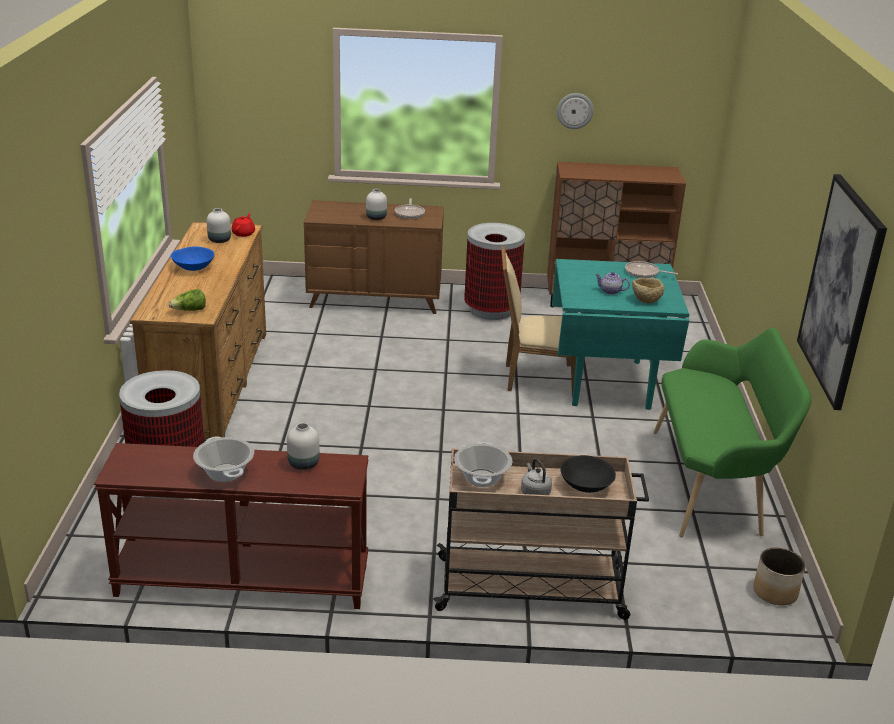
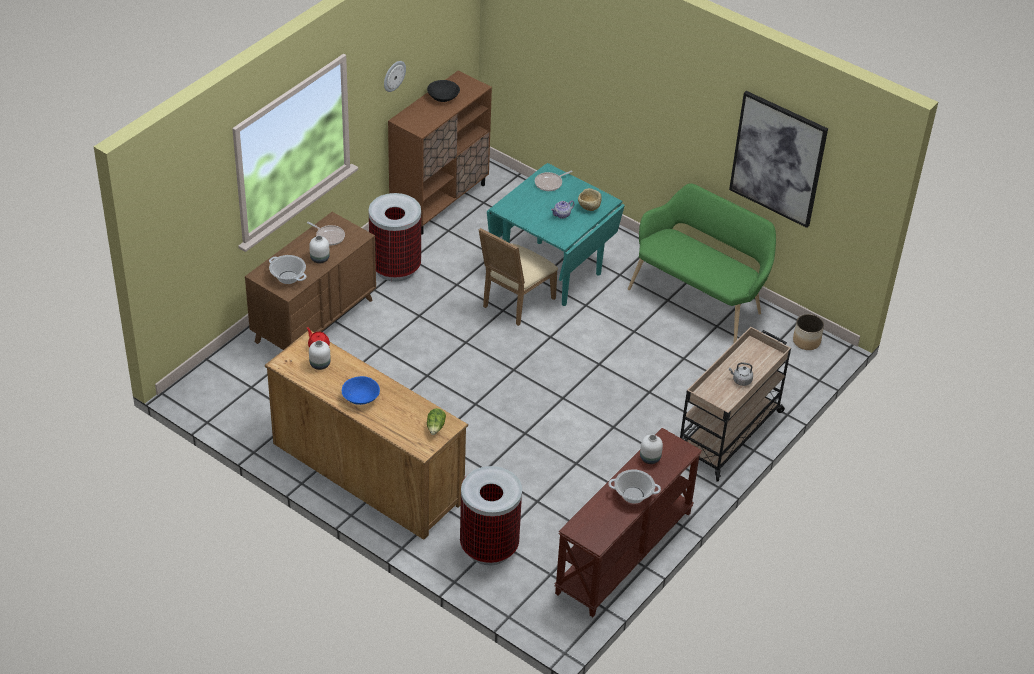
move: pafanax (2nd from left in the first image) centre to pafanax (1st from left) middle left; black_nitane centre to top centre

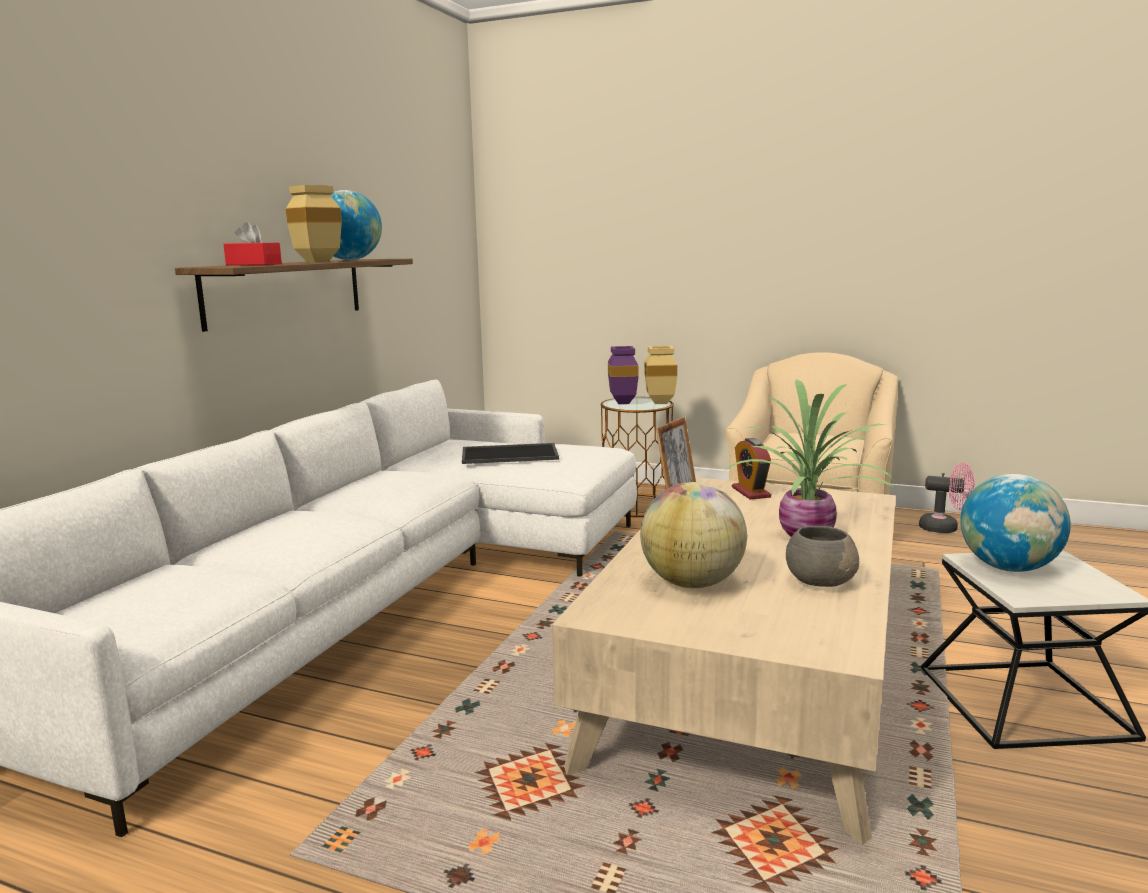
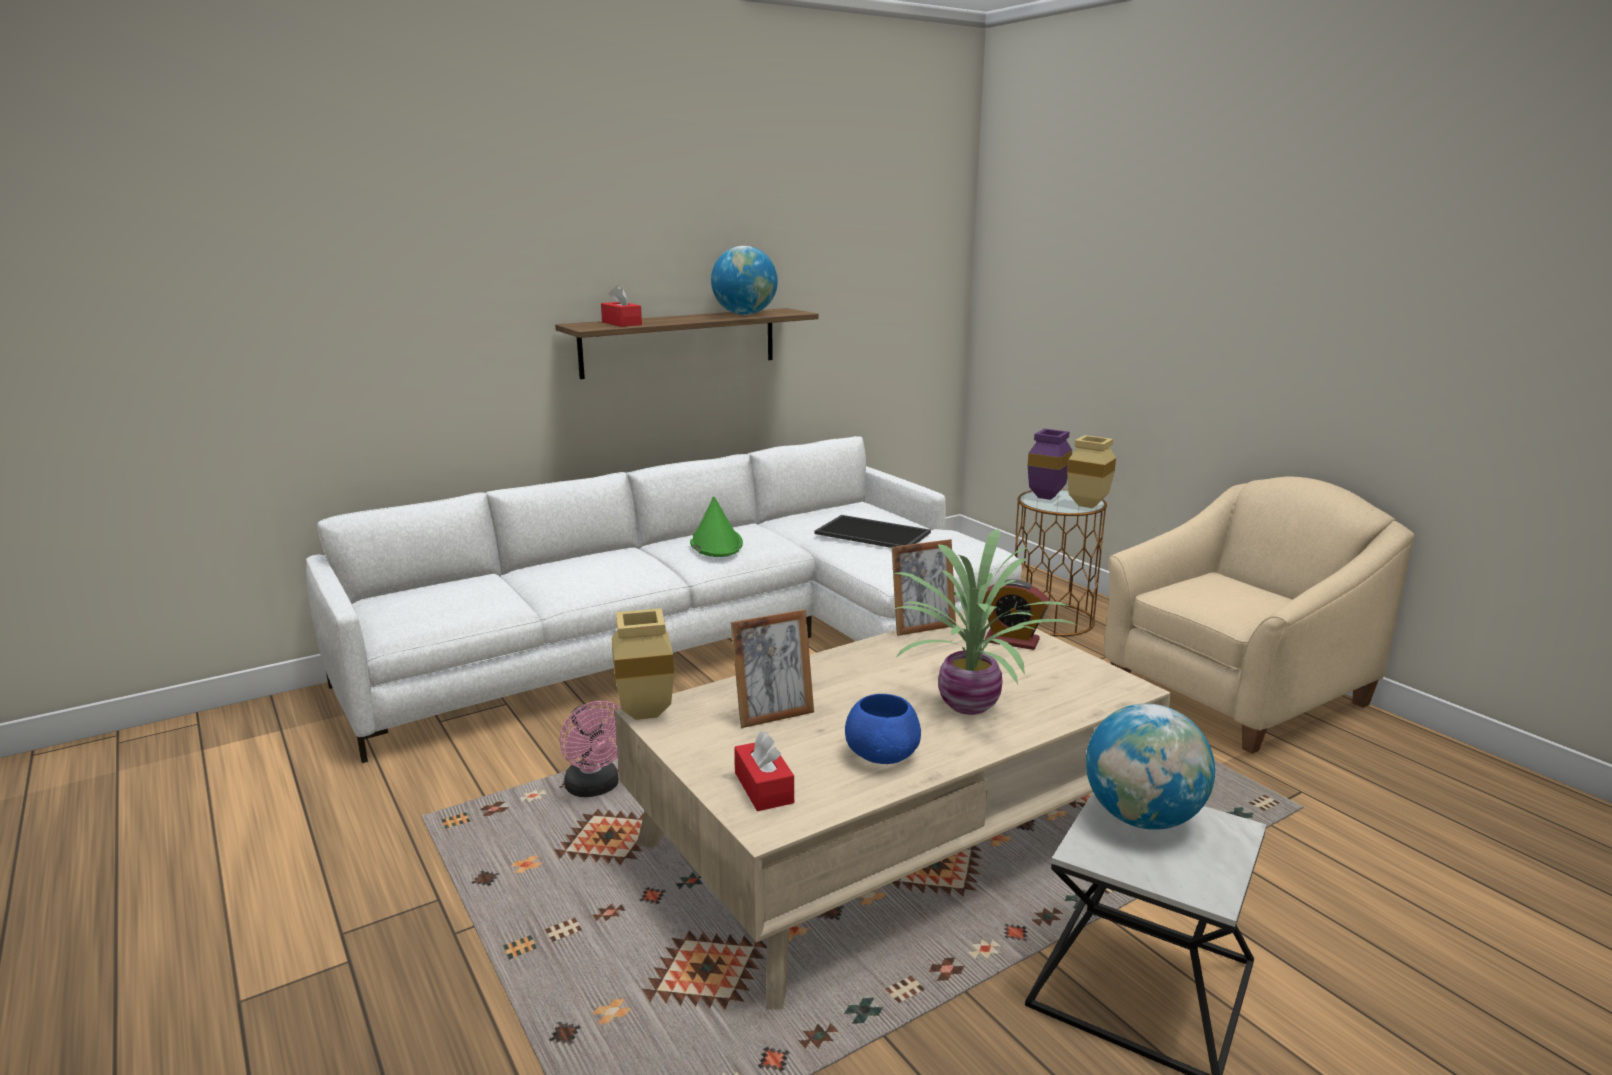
insert: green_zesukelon centre; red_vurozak (2nd from left) bottom centre
move: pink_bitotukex middle right to bottom centre; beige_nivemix (1st from left) top left to centre
replace: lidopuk (2nd from left) centre to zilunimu (1st from left) centre
recolor: grey_nitane middle right to blue_nitane bottom centre
rotate: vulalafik centre = centre 90 degrees counterclockwise

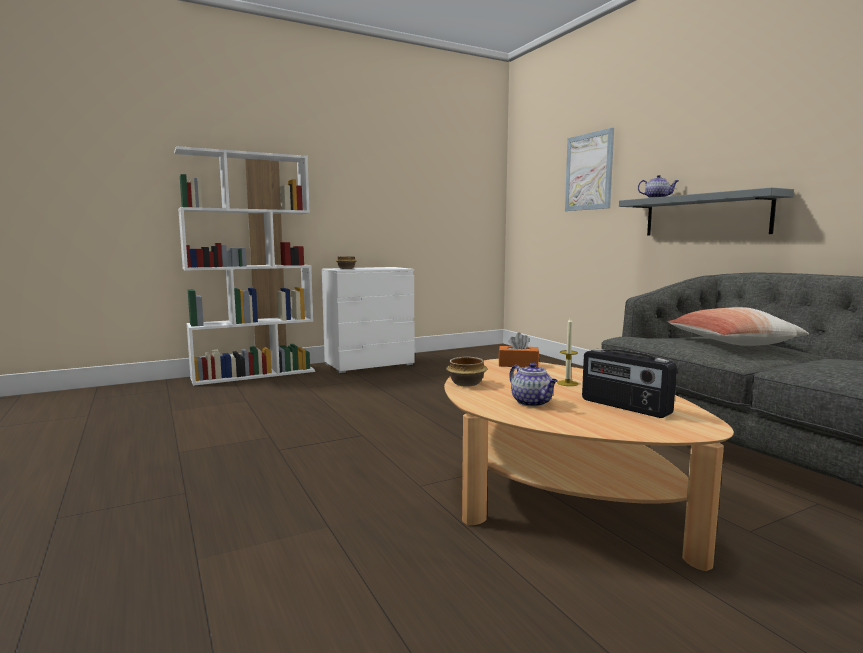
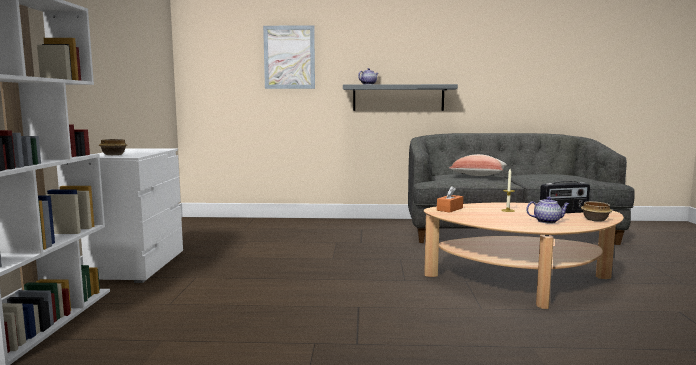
move: nitane (2nd from left) centre to middle right

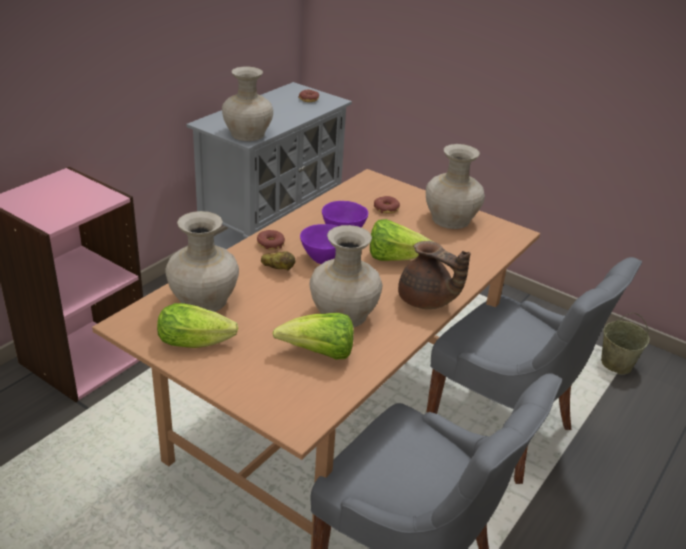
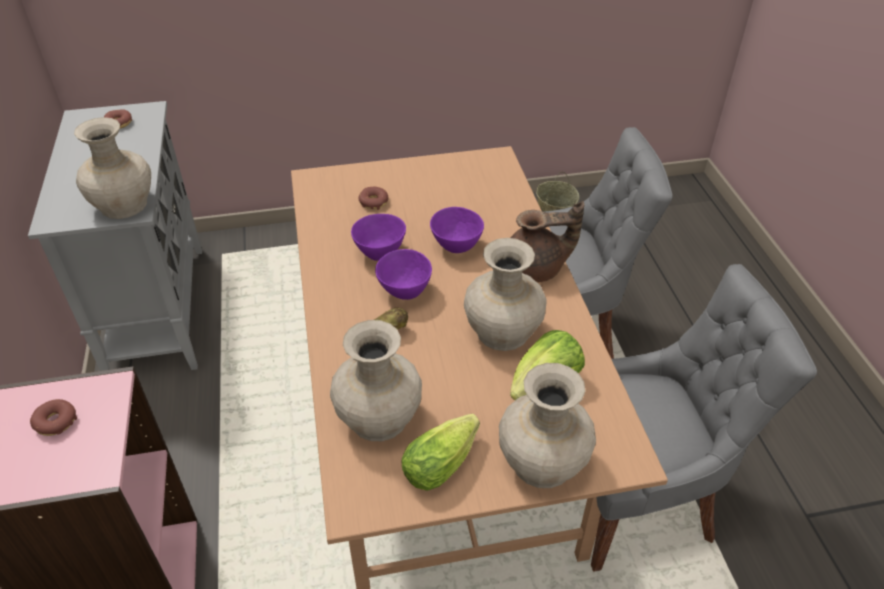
move: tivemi (1st from left) centre to bottom left; beige_nivemix (4th from left) centre to bottom centre
replace: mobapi (3rd from left) centre to purple_nitane (3rd from left) centre

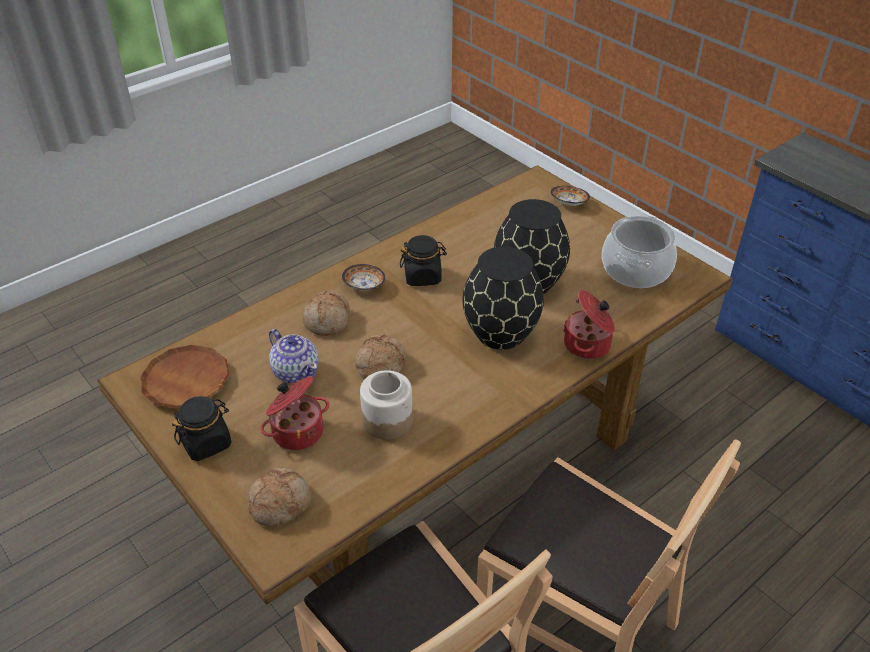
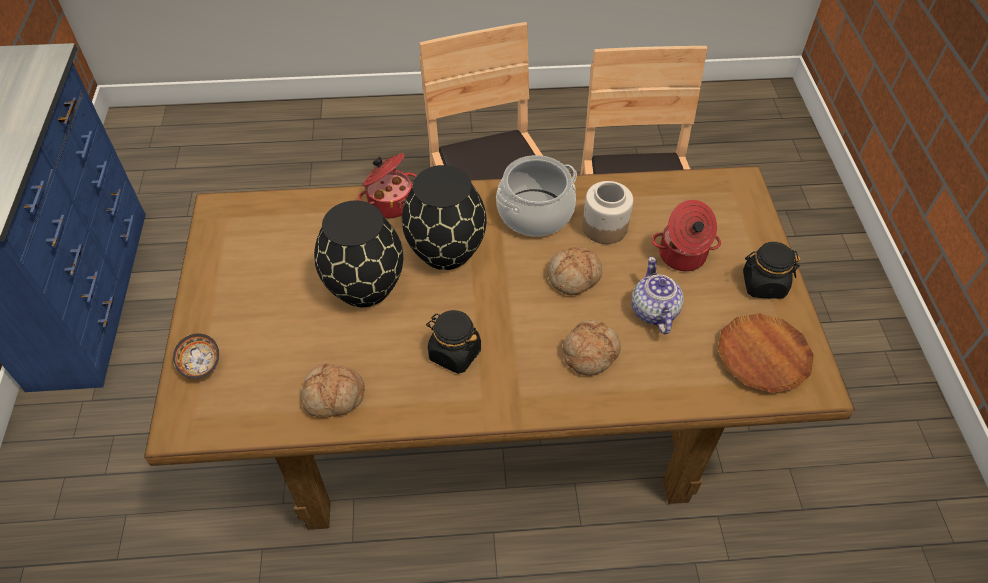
delete: nitane (1st from left) centre
move: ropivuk (1st from left) bottom left to bottom centre; pafanax (3rd from left in the first image) middle right to pafanax (2nd from left) centre

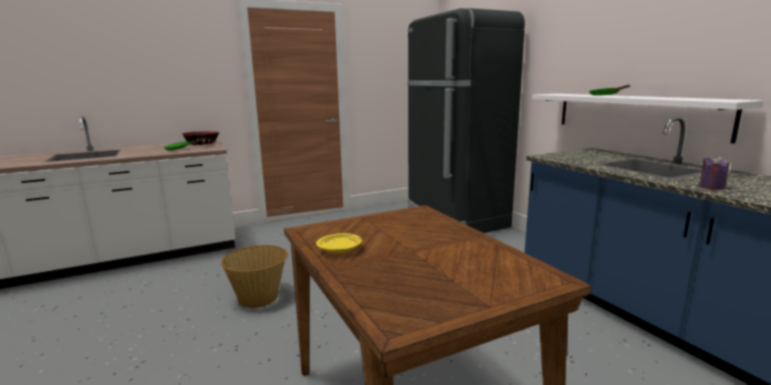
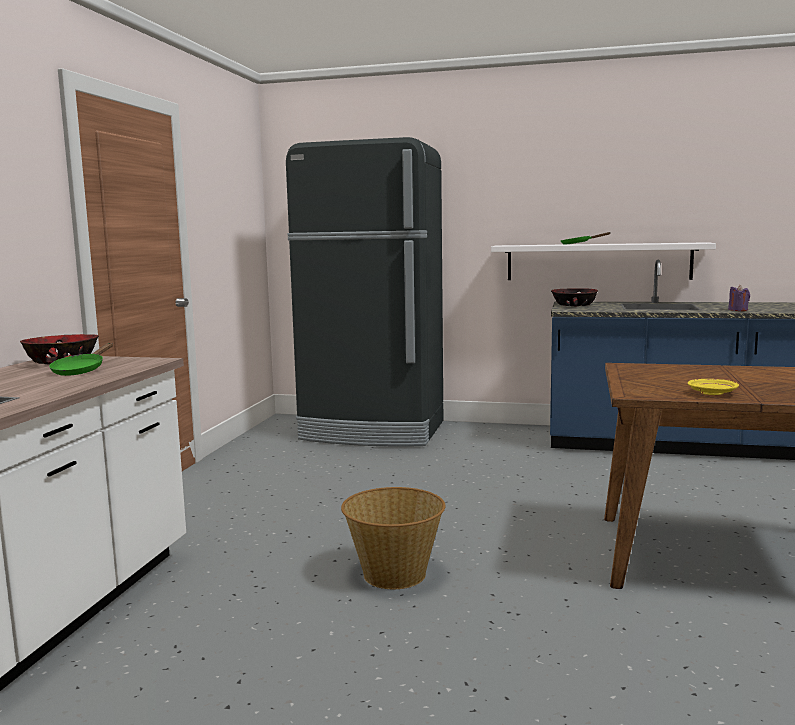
insert: nitane (2nd from left) middle right

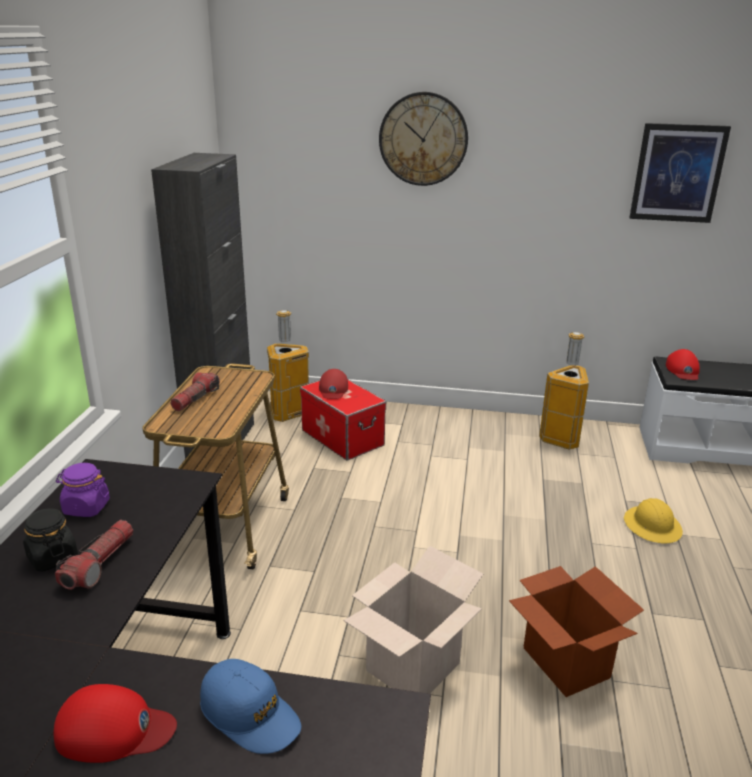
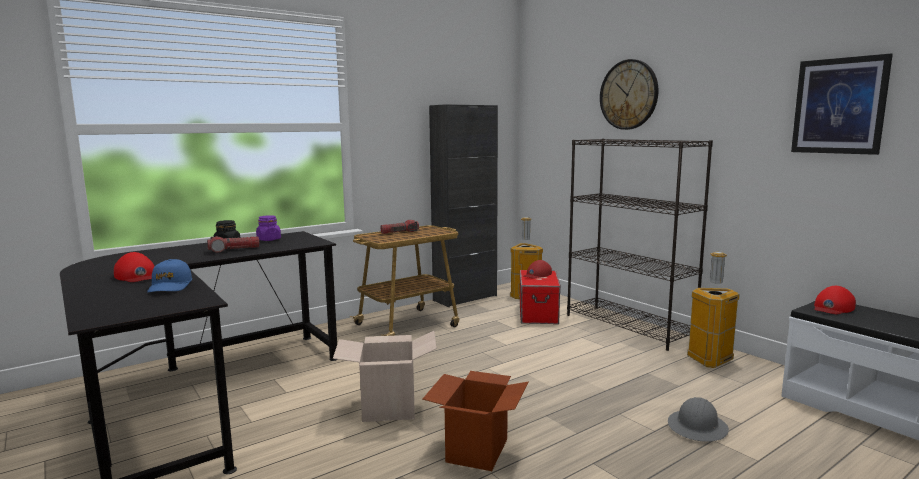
insert: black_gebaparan middle right
recolor: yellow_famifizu bottom right to grey_famifizu bottom right

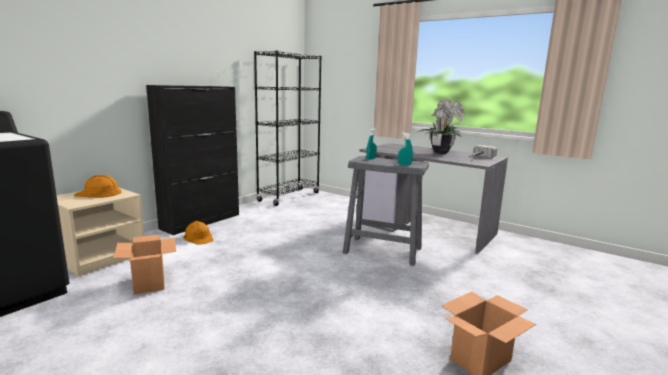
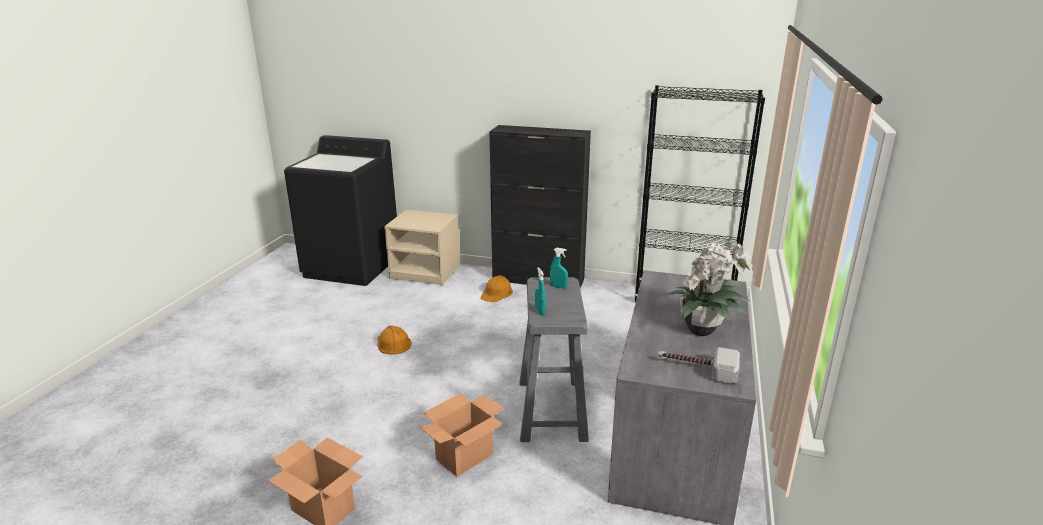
move: orange_famifizu (1st from left) middle left to centre; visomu (1st from left in the first image) bottom left to visomu (2nd from left) bottom centre

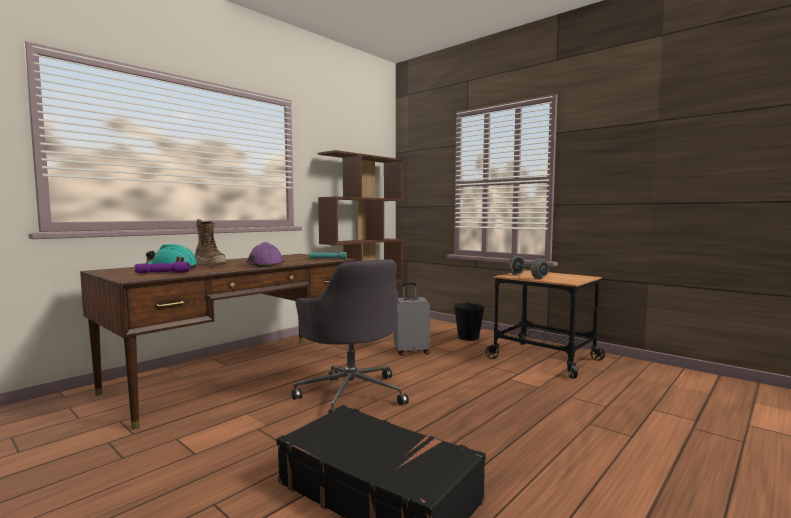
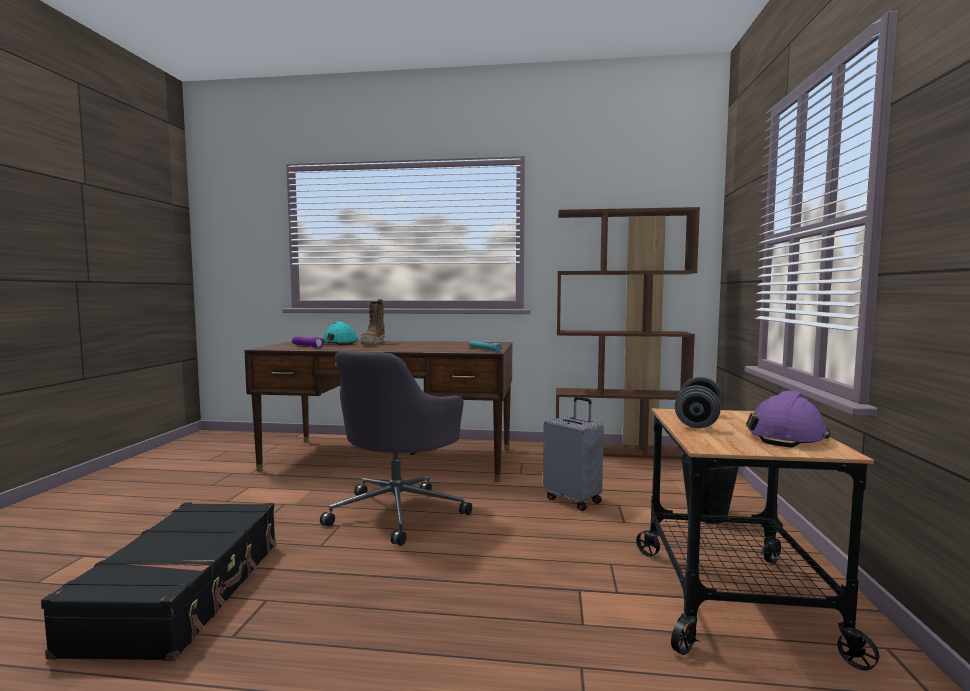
move: purple_famifizu centre to middle right

